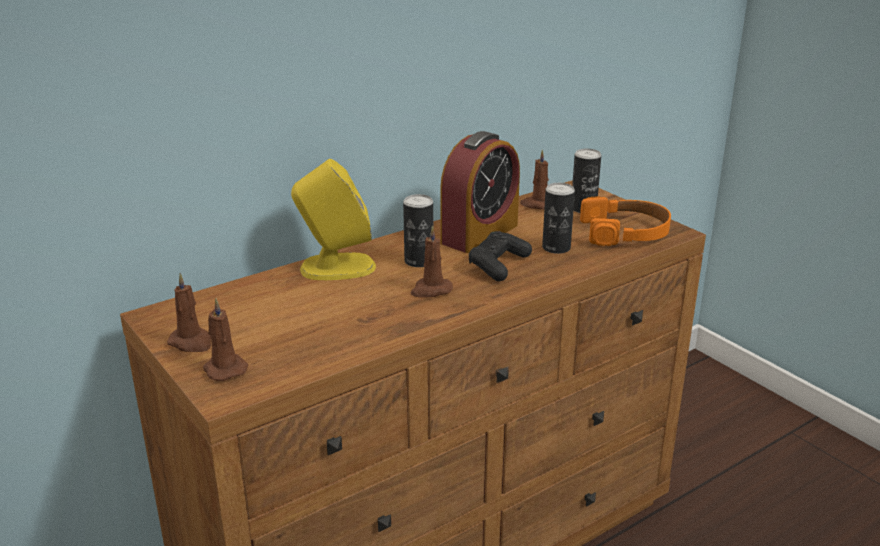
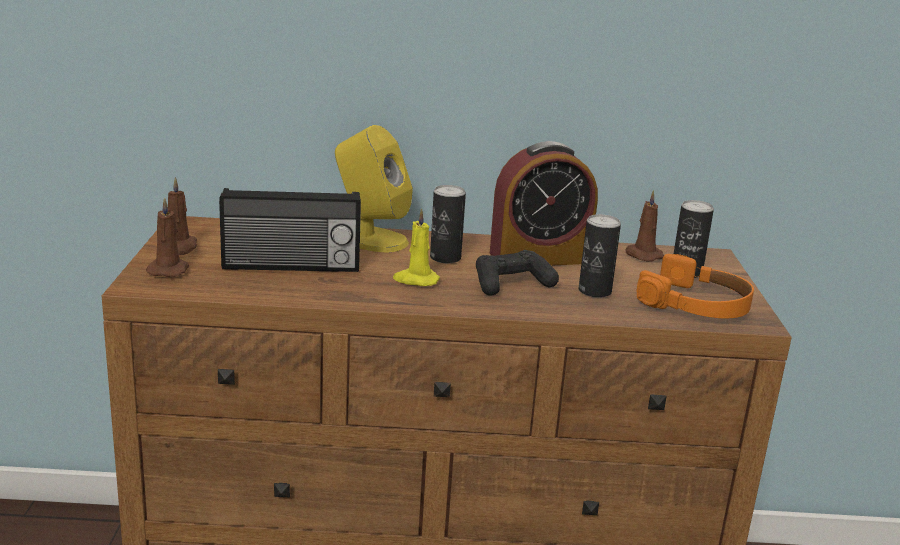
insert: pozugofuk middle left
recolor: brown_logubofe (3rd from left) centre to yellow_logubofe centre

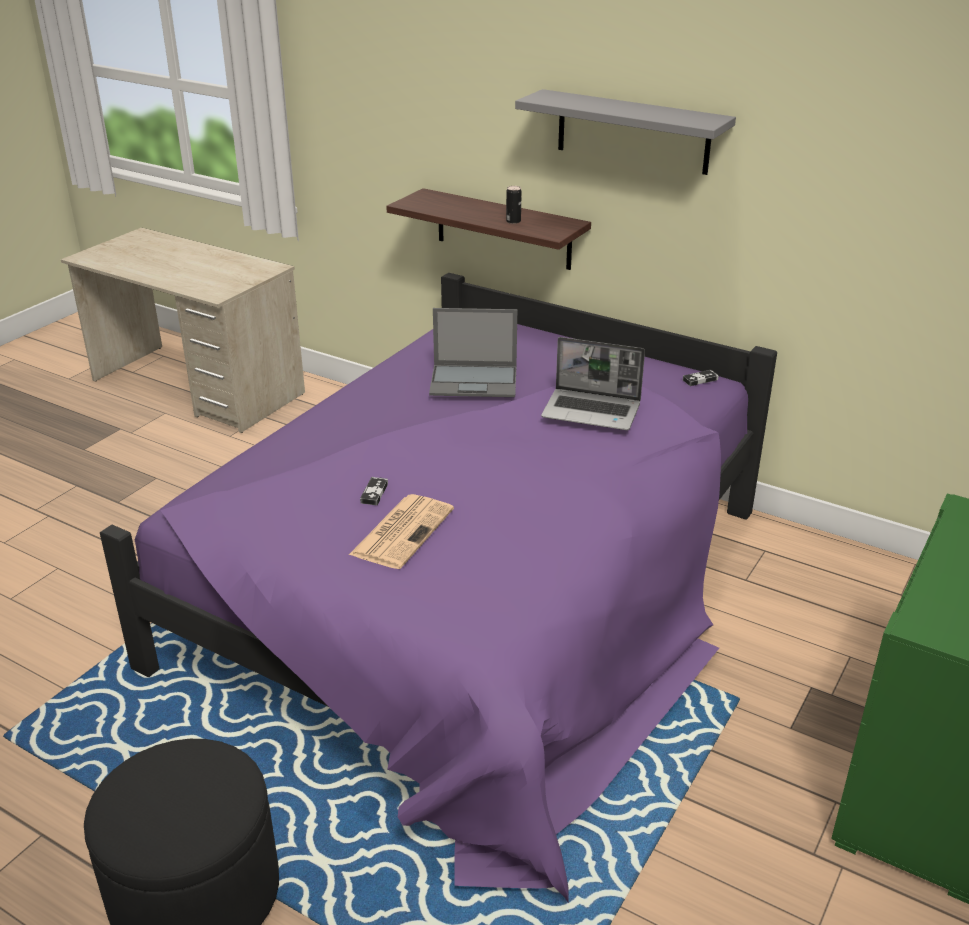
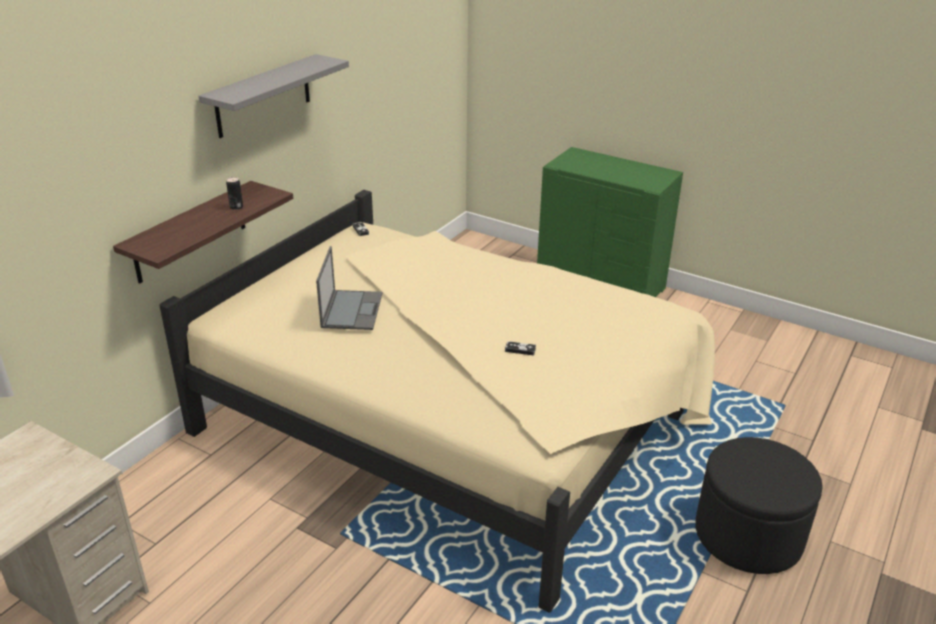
delete: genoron centre; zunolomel (2nd from left) centre
recolor: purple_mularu centre to beige_mularu centre

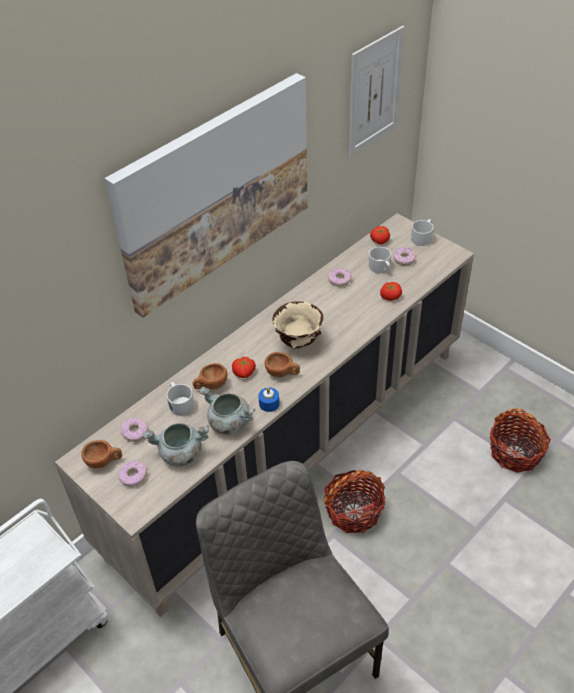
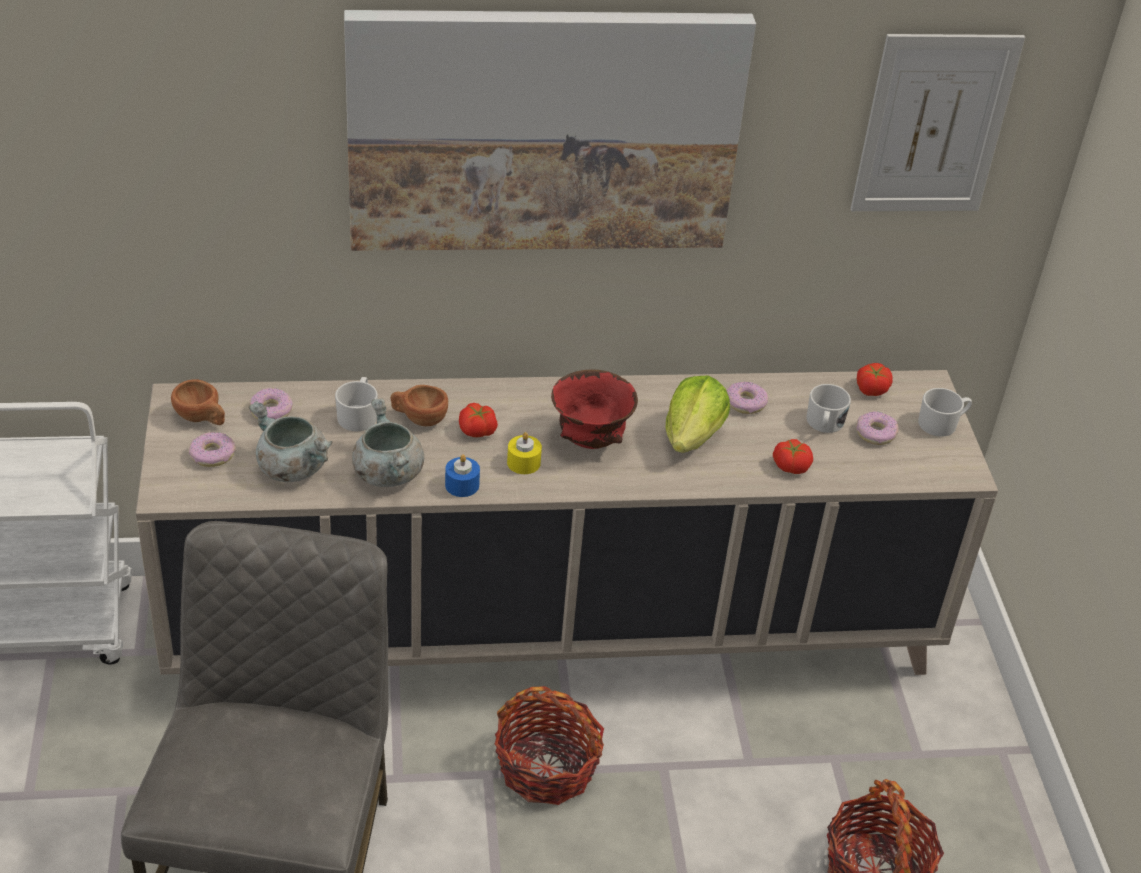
insert: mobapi centre
replace: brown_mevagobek (3rd from left) centre to yellow_logubofe centre
recolor: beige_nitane centre to red_nitane centre

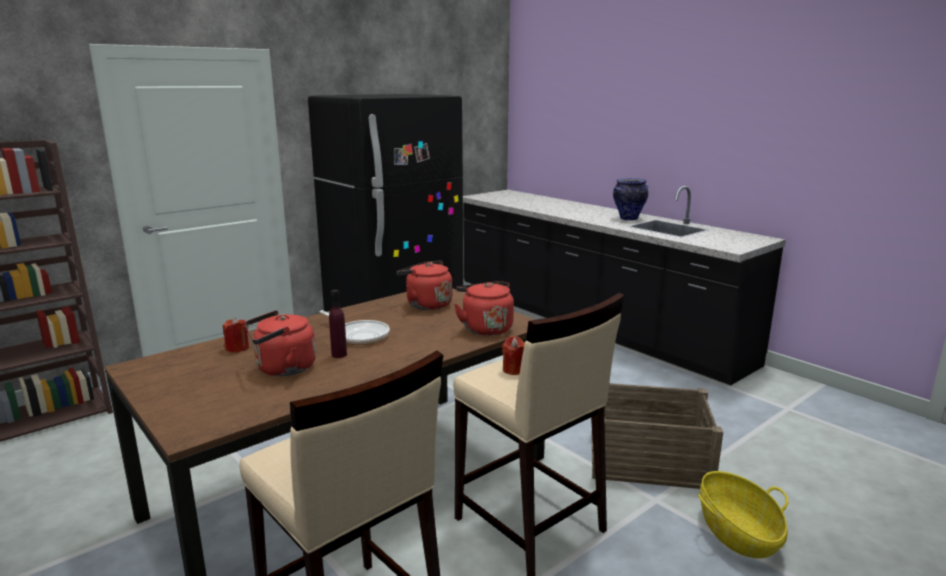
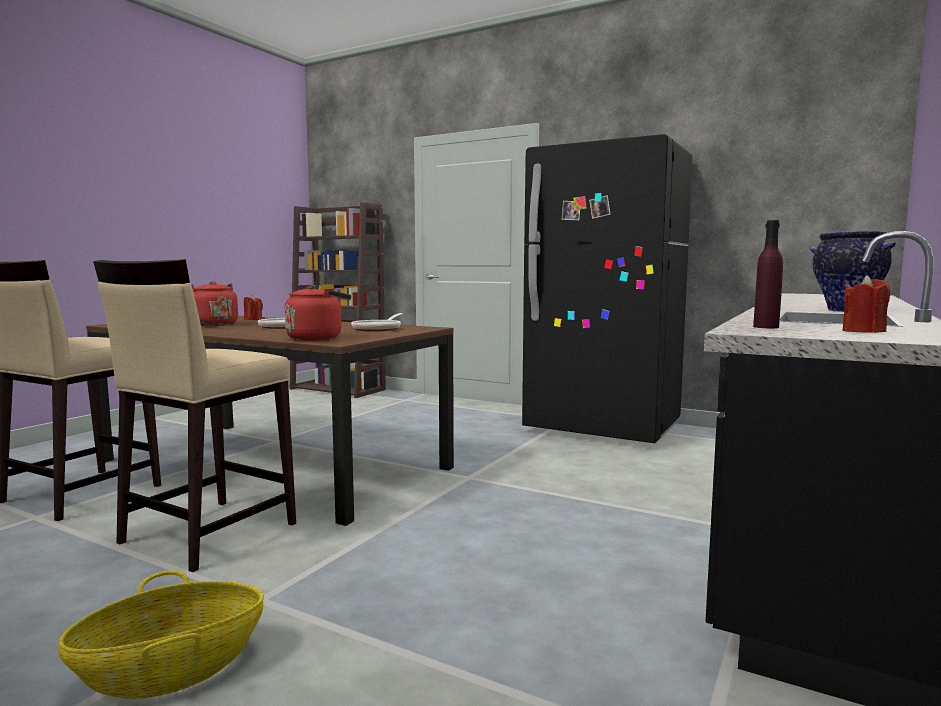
delete: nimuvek bottom right
move: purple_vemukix centre to middle right; red_logubofe (2nd from left) centre to middle right
replace: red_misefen (2nd from left) centre to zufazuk (2nd from left) centre

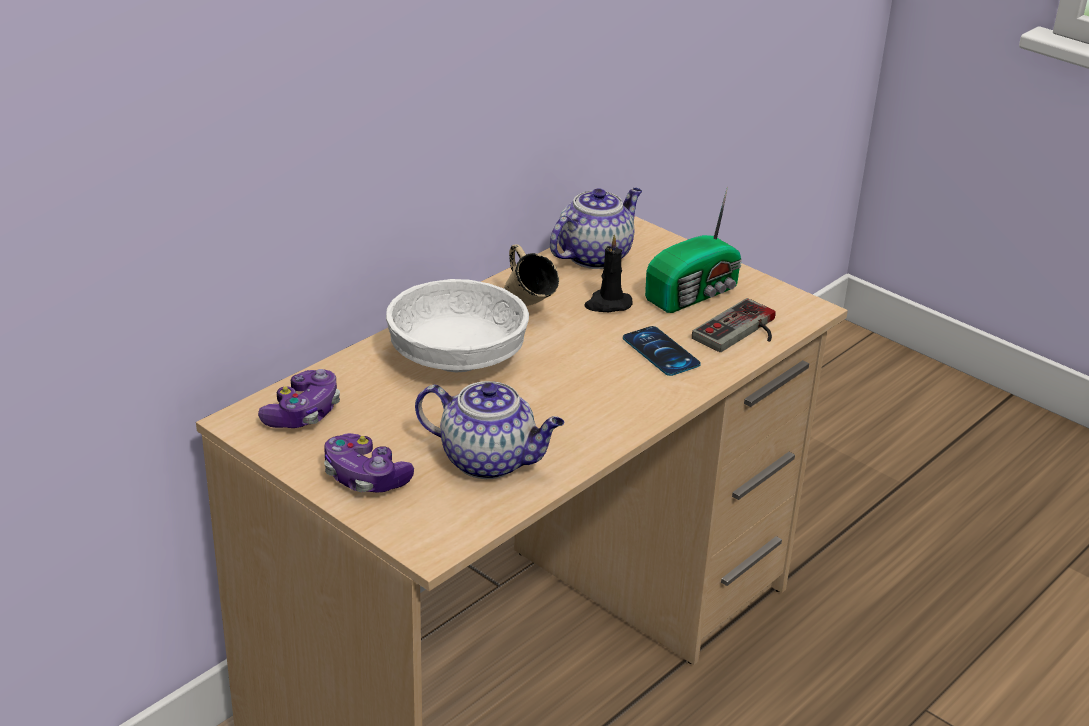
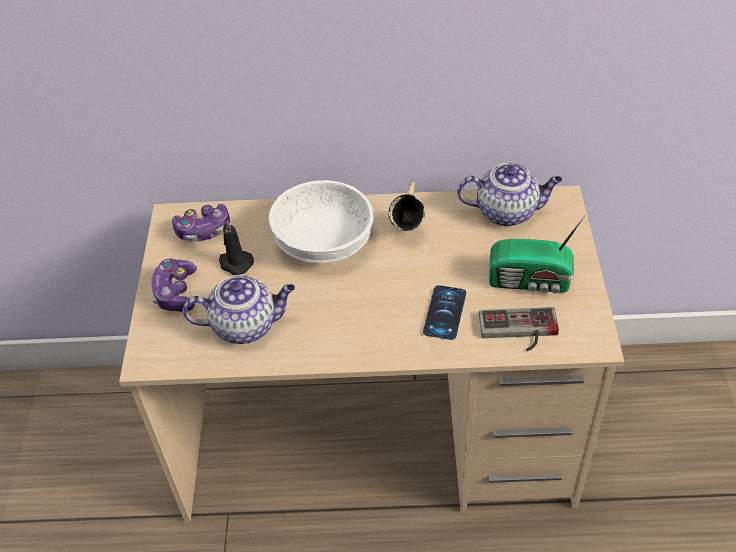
move: black_logubofe centre to middle left
rotate: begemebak (1st from left) centre = middle left 75 degrees counterclockwise

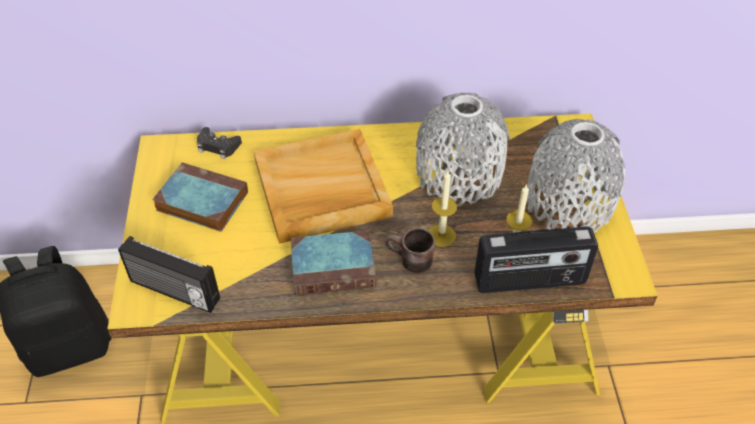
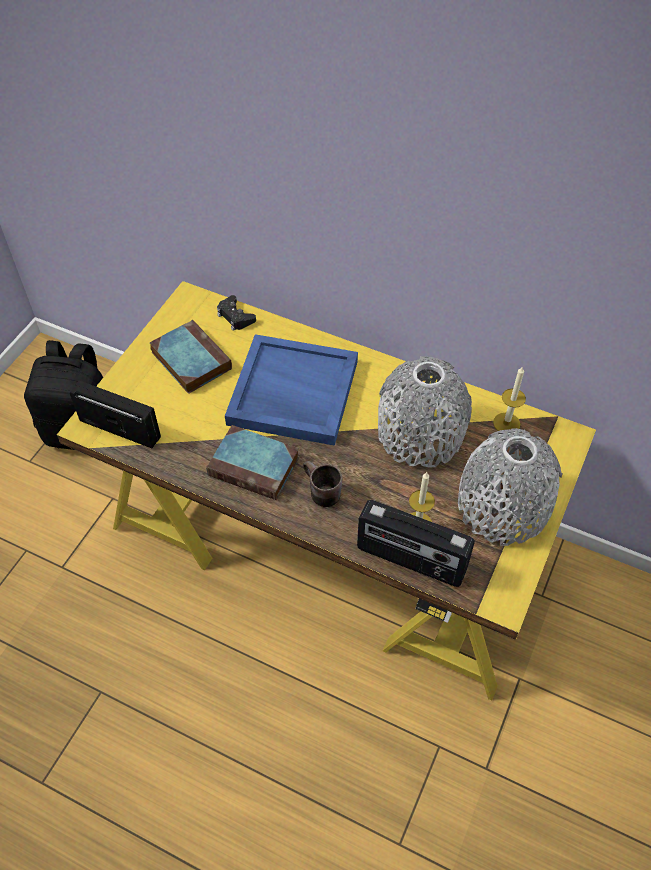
move: logubofe (1st from left in the first image) centre to logubofe (2nd from left) middle right
recolor: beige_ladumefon centre to blue_ladumefon centre
rotate: pozugofuk (1st from left) middle left = middle left 150 degrees clockwise

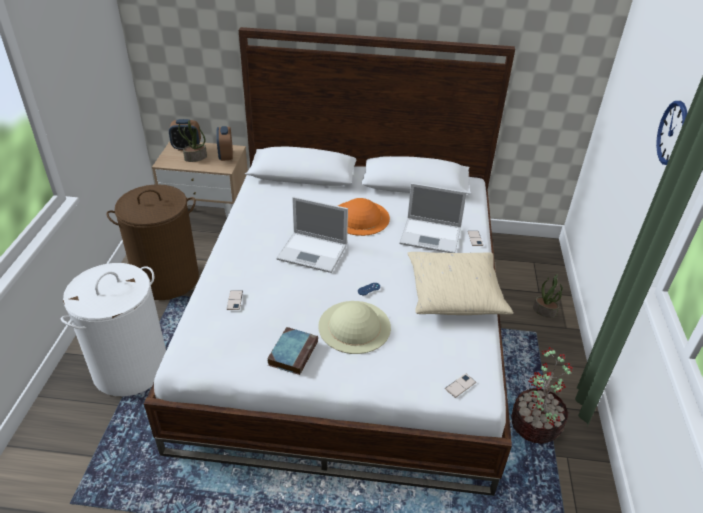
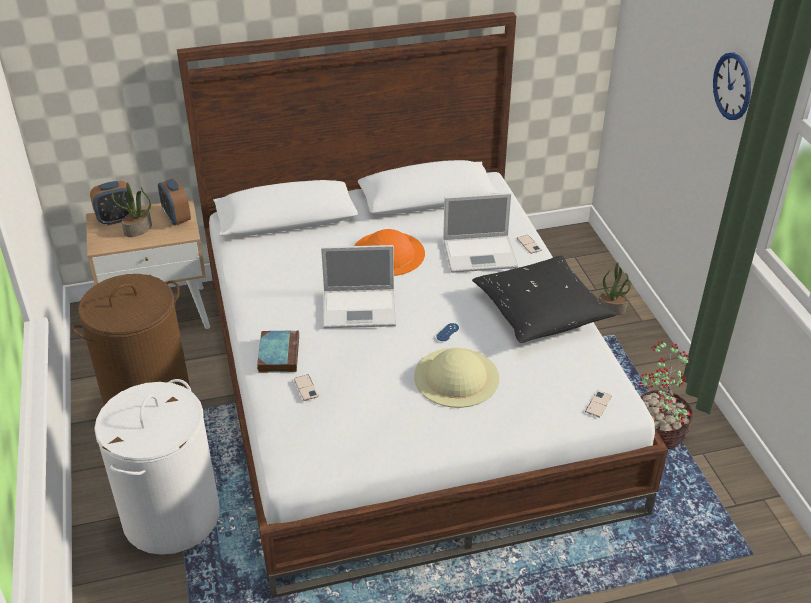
move: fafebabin bottom centre to centre
recolor: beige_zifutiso centre to black_zifutiso middle right

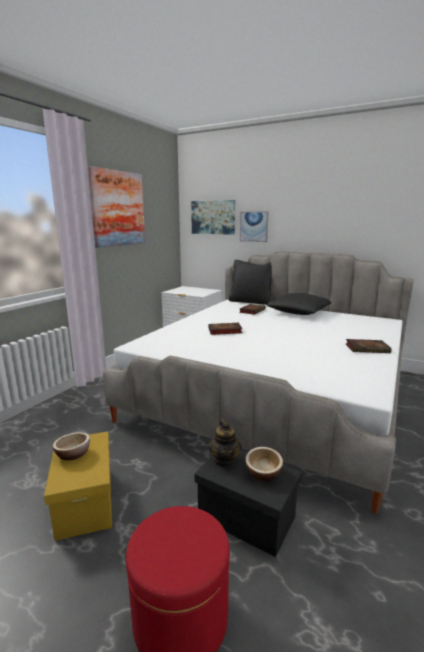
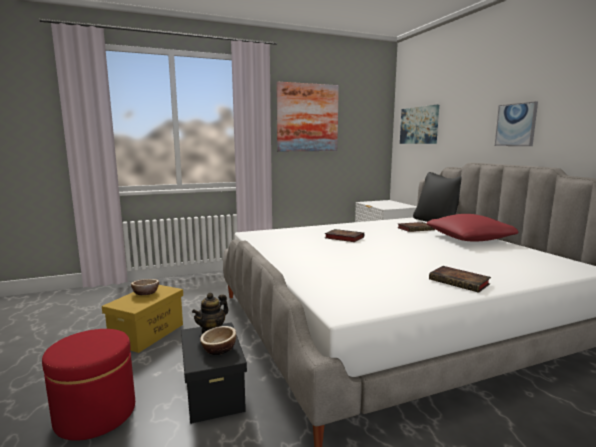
move: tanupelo (3rd from left) centre to top right
recolor: black_zifutiso (2nd from left) middle right to red_zifutiso middle right

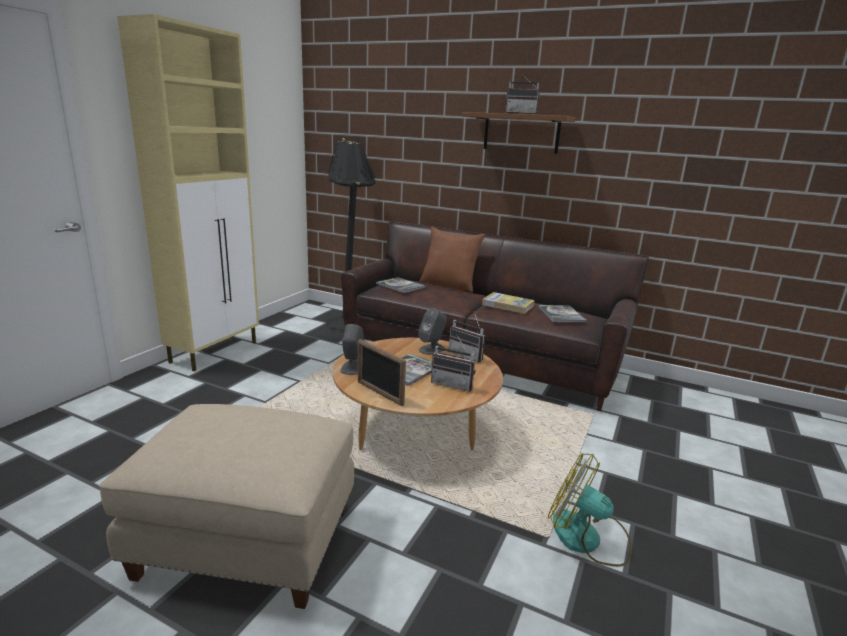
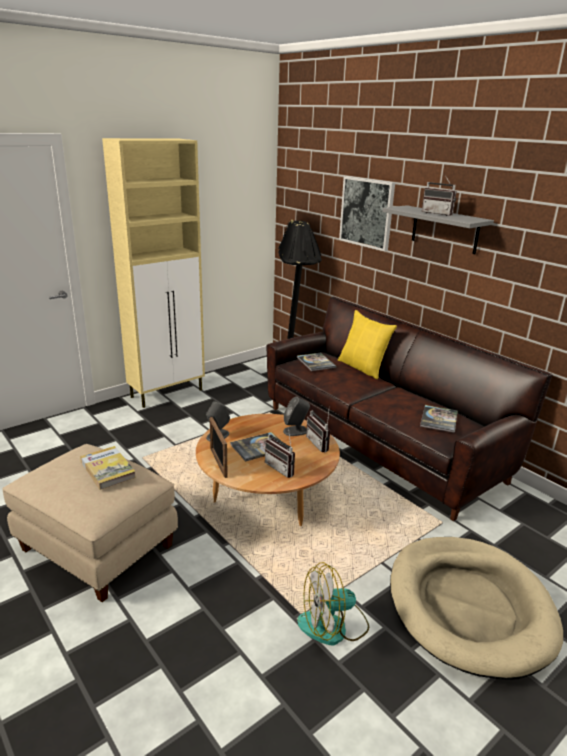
insert: tanupelo top centre; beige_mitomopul bottom right
move: fafebabin (3rd from left in the first image) centre to fafebabin (1st from left) middle left
recolor: brown_zifutiso centre to yellow_zifutiso centre; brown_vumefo top centre to grey_vumefo top right
rotate: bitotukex bottom right = bottom centre 75 degrees counterclockwise

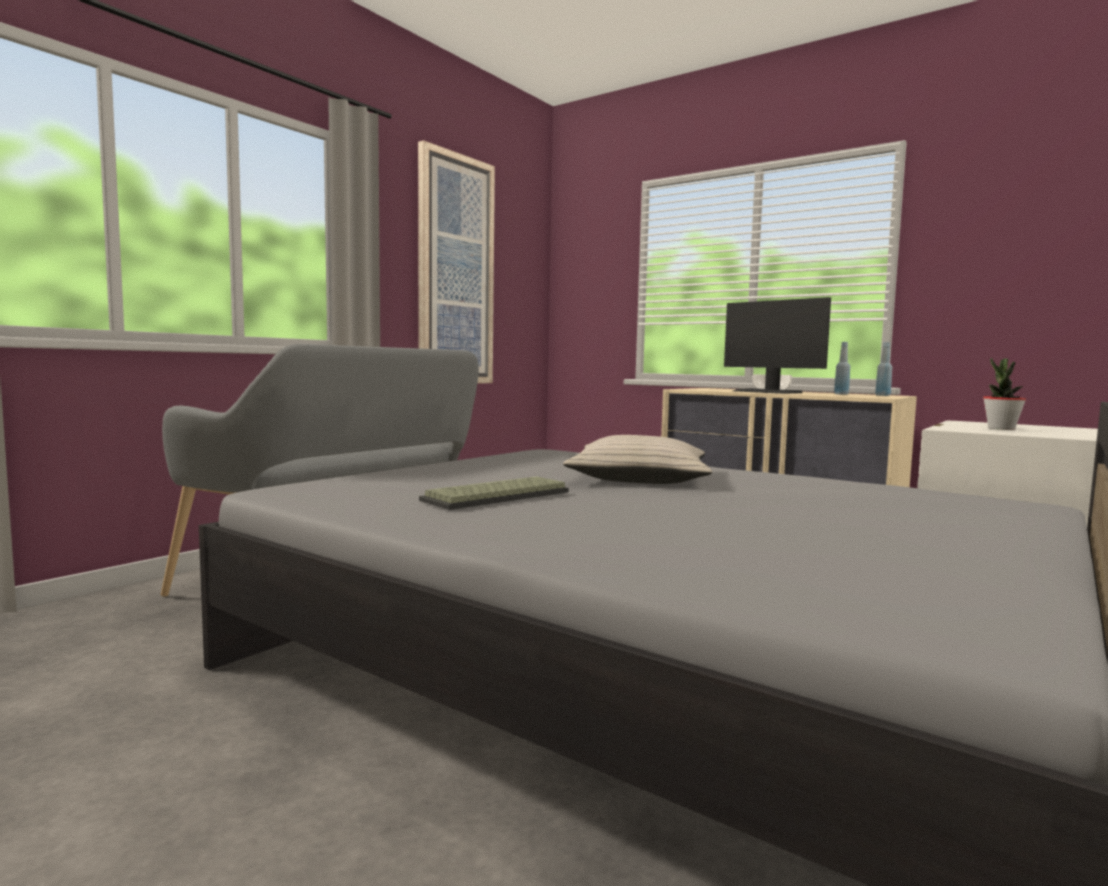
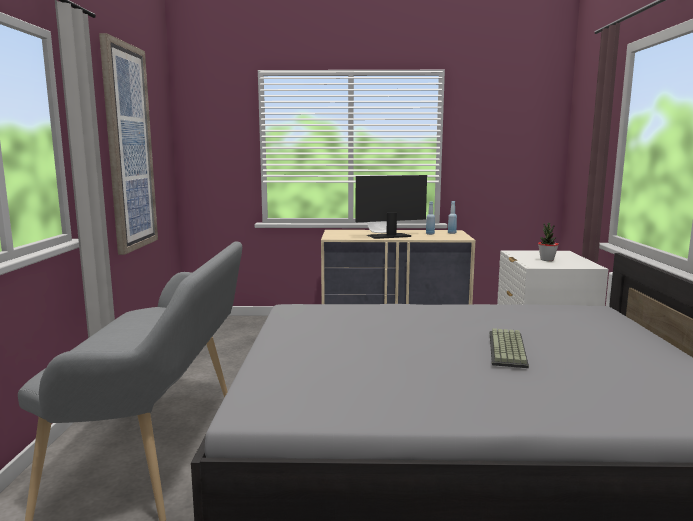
delete: beige_zifutiso centre
move: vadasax centre to bottom right
rotate: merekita middle right = centre 150 degrees clockwise

